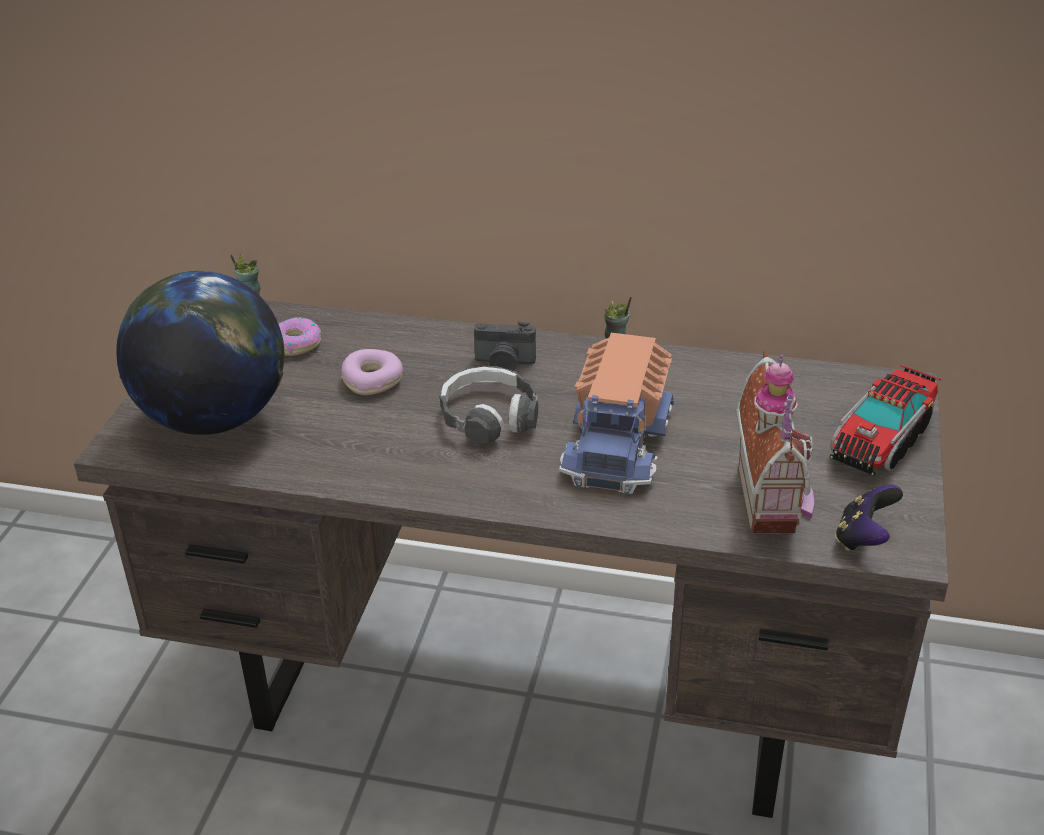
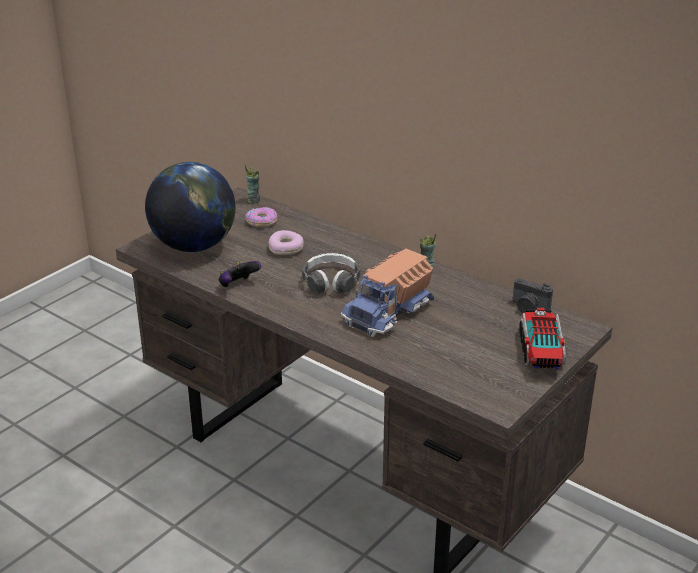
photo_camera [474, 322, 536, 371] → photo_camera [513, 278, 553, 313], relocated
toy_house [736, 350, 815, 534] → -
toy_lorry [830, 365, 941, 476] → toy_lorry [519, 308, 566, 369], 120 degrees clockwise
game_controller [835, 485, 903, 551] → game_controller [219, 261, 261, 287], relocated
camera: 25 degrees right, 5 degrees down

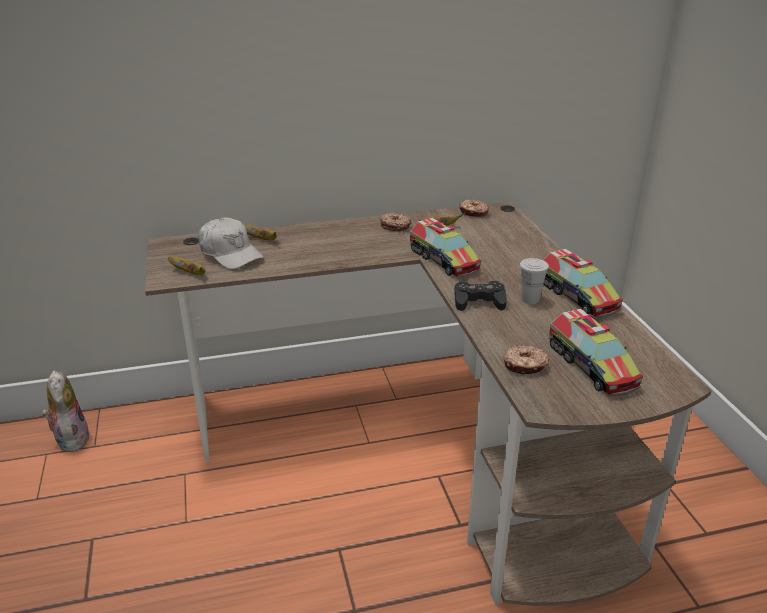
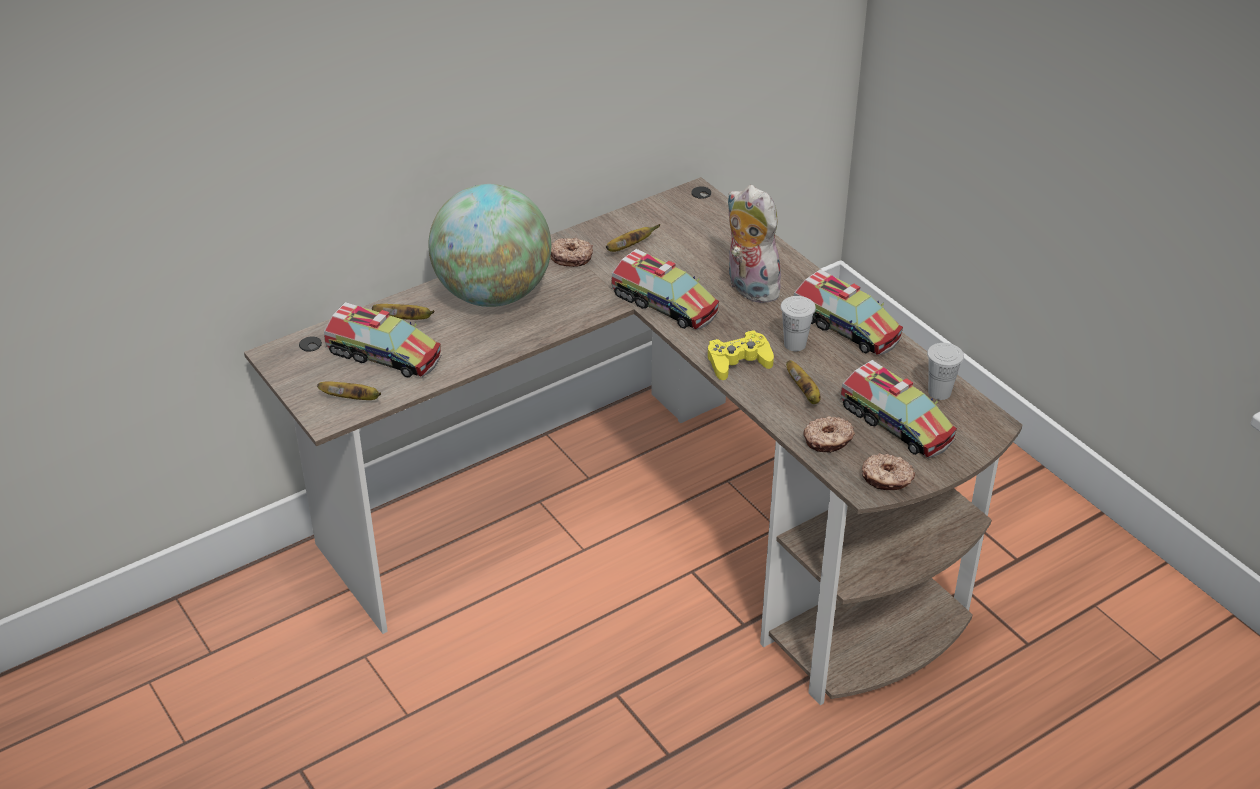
cuddly_toy [42, 370, 90, 452] → cuddly_toy [727, 185, 782, 303], relocated
whitish_baseball_cap [198, 218, 264, 269] → toy_lorry [324, 302, 442, 378]
black_game_controller [454, 281, 507, 311] → yellow-coloured_game_controller [708, 330, 774, 380]
donut [459, 200, 489, 217] → donut [862, 453, 915, 490], relocated
- → world_globe [428, 184, 551, 307]
- → banana_fruit [786, 360, 821, 404]
- → whitish_cup [927, 343, 964, 400]
camera: 20 degrees left, 10 degrees up

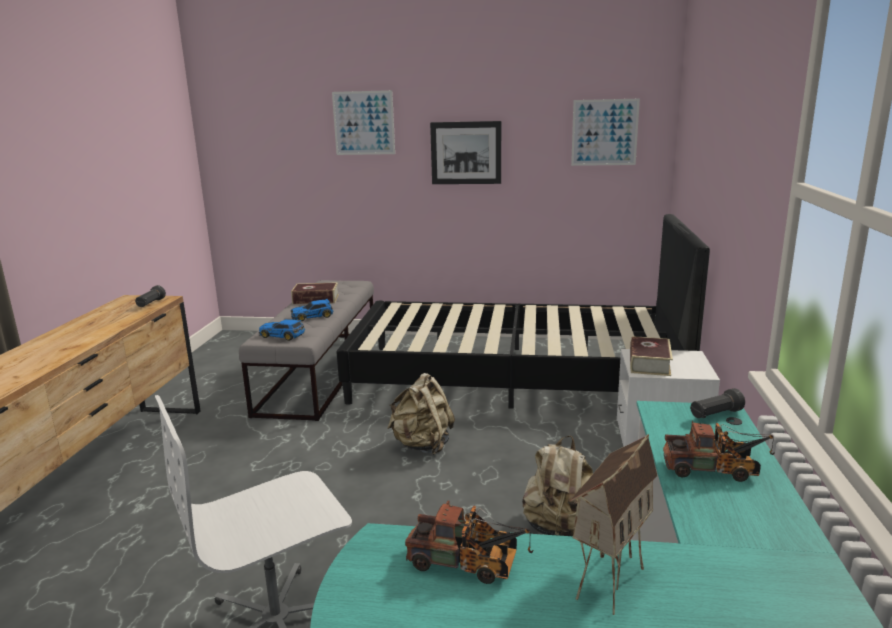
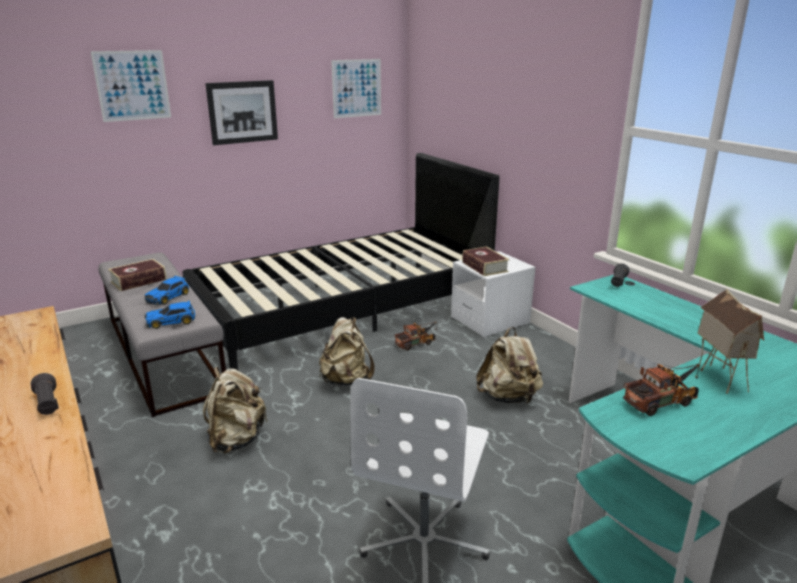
black_flashlight [135, 285, 166, 307] → black_flashlight [31, 373, 59, 415], relocated
toy_lorry [663, 421, 775, 482] → toy_lorry [394, 322, 437, 351], relocated
- → beige-coloured_backpack [203, 367, 268, 454]
camera: 40 degrees left, 5 degrees up

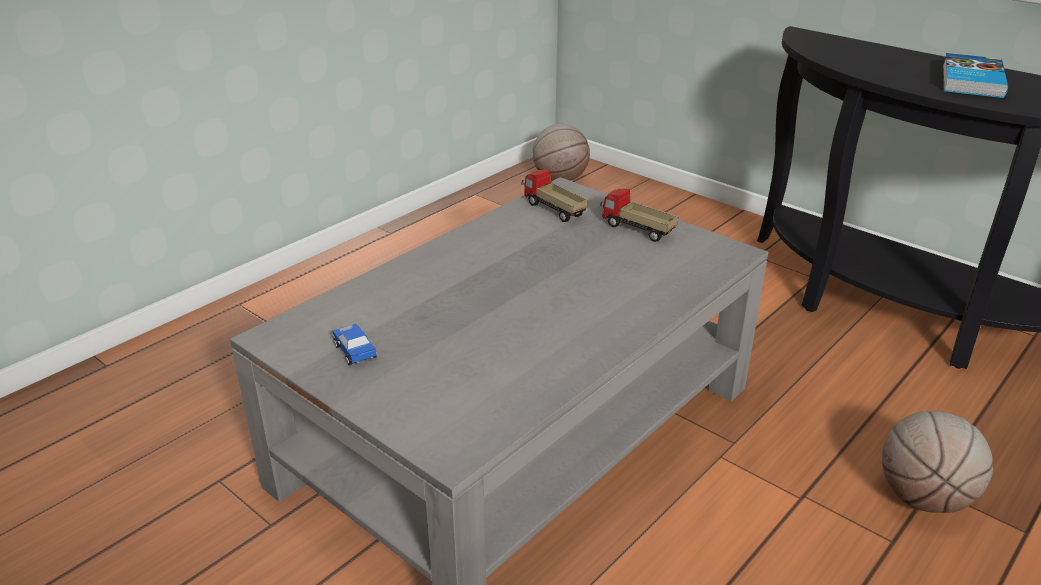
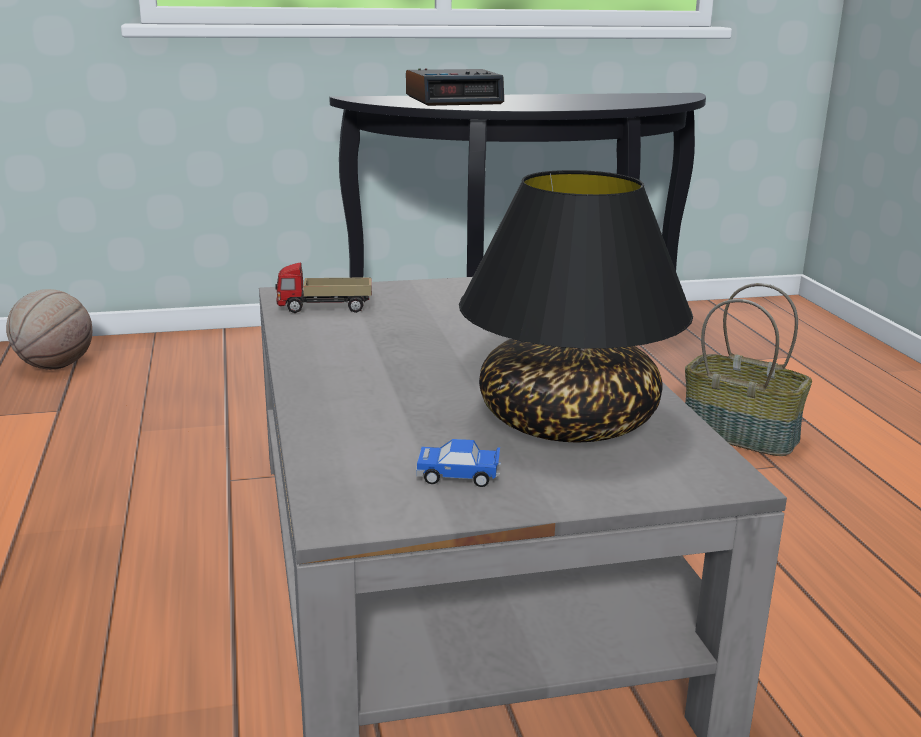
toy_lorry [600, 189, 678, 242] → -
basketball [882, 411, 993, 513] → basket [685, 283, 812, 456]
volume [943, 53, 1008, 98] → -
- → bedside_clock [406, 68, 504, 106]
- → black_tabletop_lamp [459, 170, 693, 443]
camera: 55 degrees left, 10 degrees down

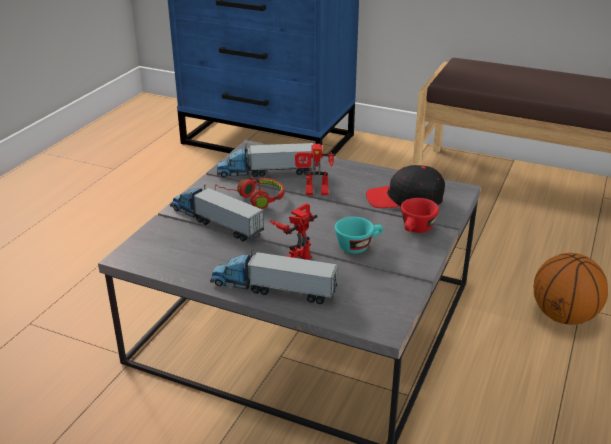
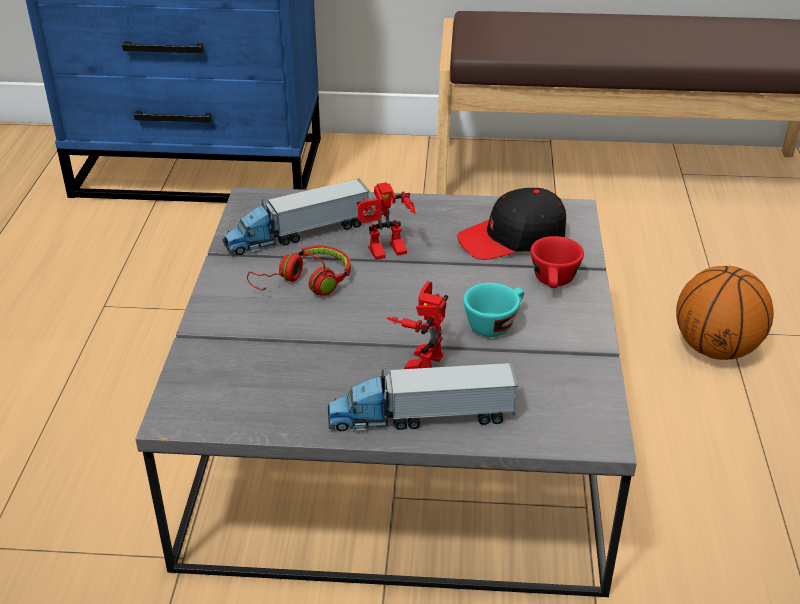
toy_lorry [170, 184, 264, 241] → -
camera: 20 degrees left, 5 degrees up

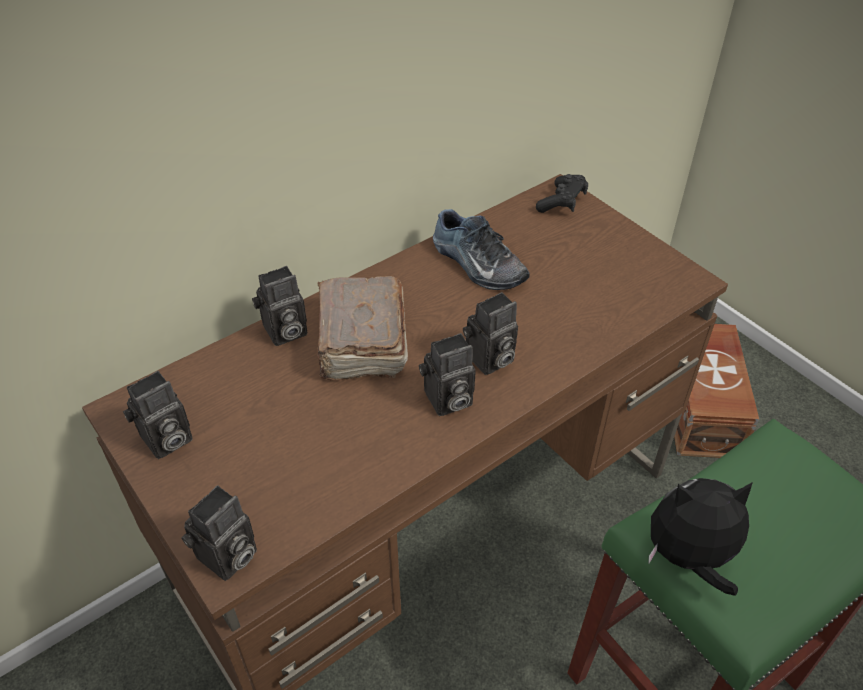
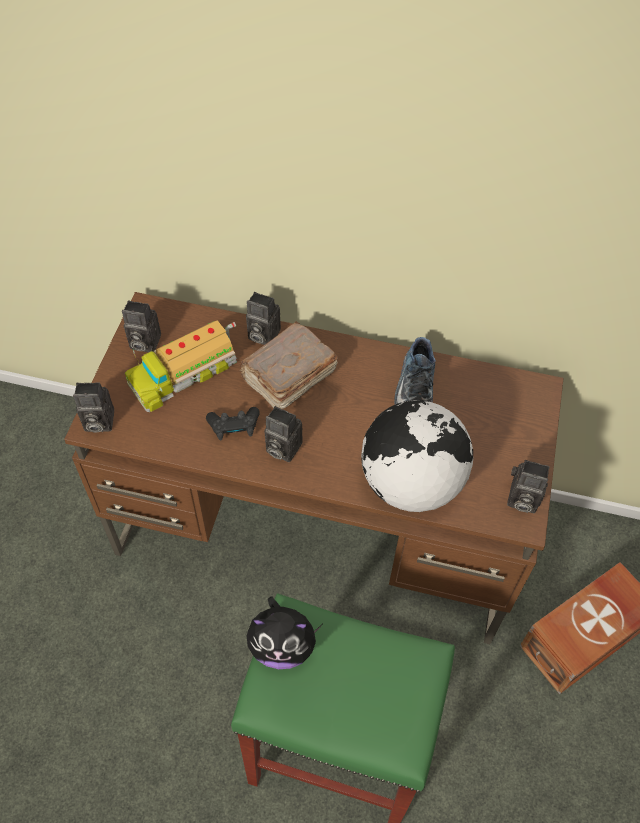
photo_camera [463, 292, 518, 375] → photo_camera [507, 460, 549, 513], relocated
black_game_controller [536, 174, 588, 213] → black_game_controller [206, 407, 260, 440], relocated
cuddly_toy [648, 478, 753, 596] → cuddly_toy [247, 596, 322, 669], 135 degrees clockwise
- → toy_lorry [125, 320, 237, 412]
- → world_globe [361, 400, 473, 512]
camera: 50 degrees right, 10 degrees up

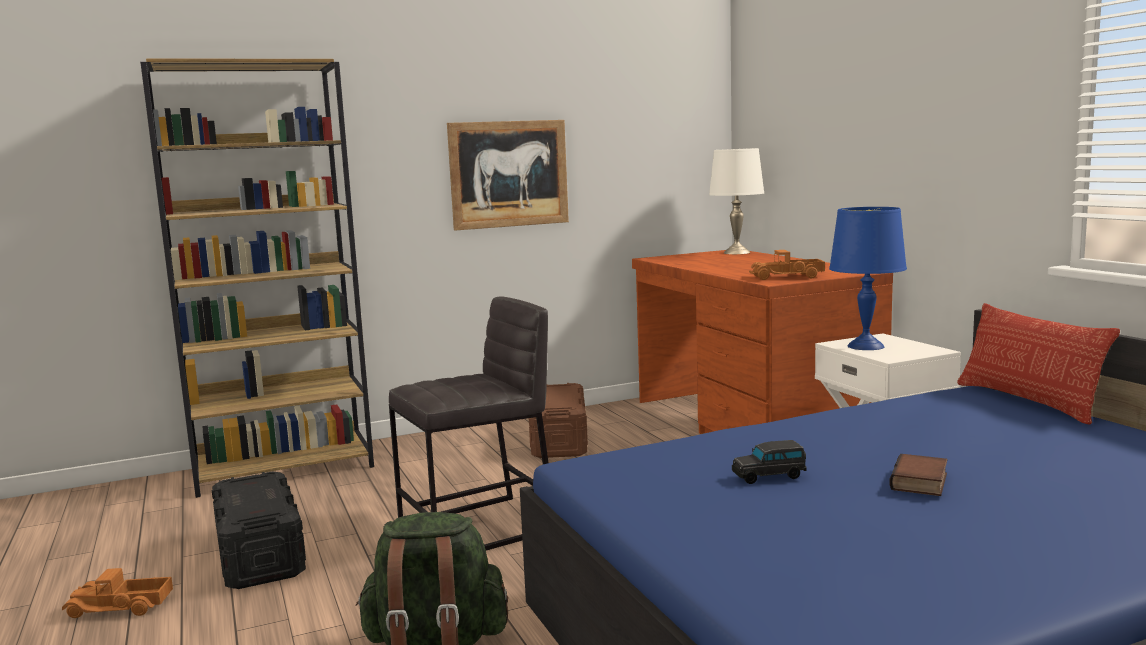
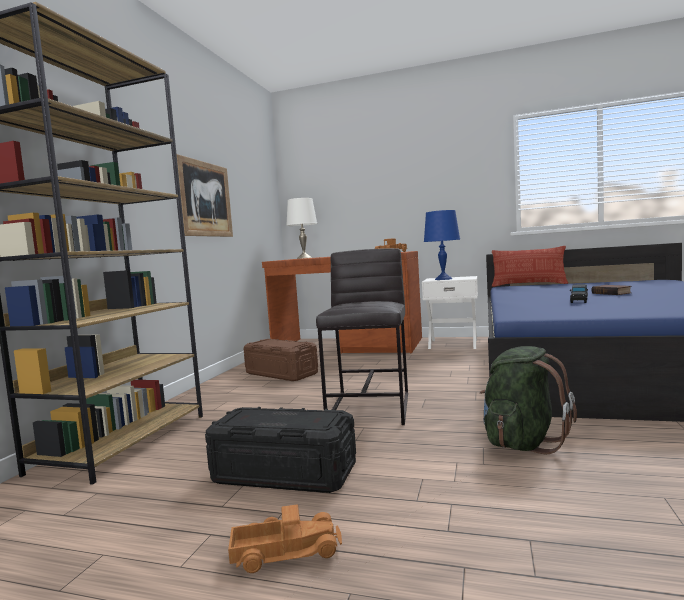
toy_lorry [62, 568, 173, 618] → toy_lorry [228, 504, 342, 573], 135 degrees counterclockwise
camera: 50 degrees left, 5 degrees down

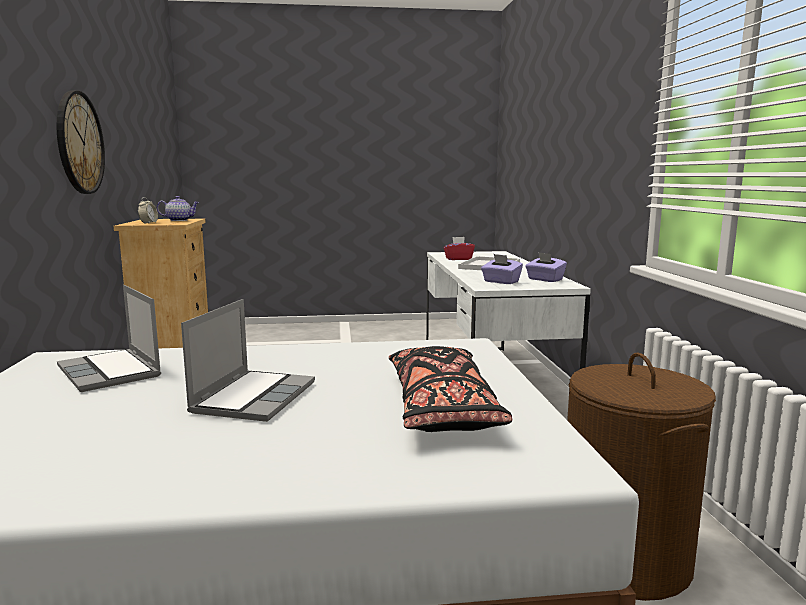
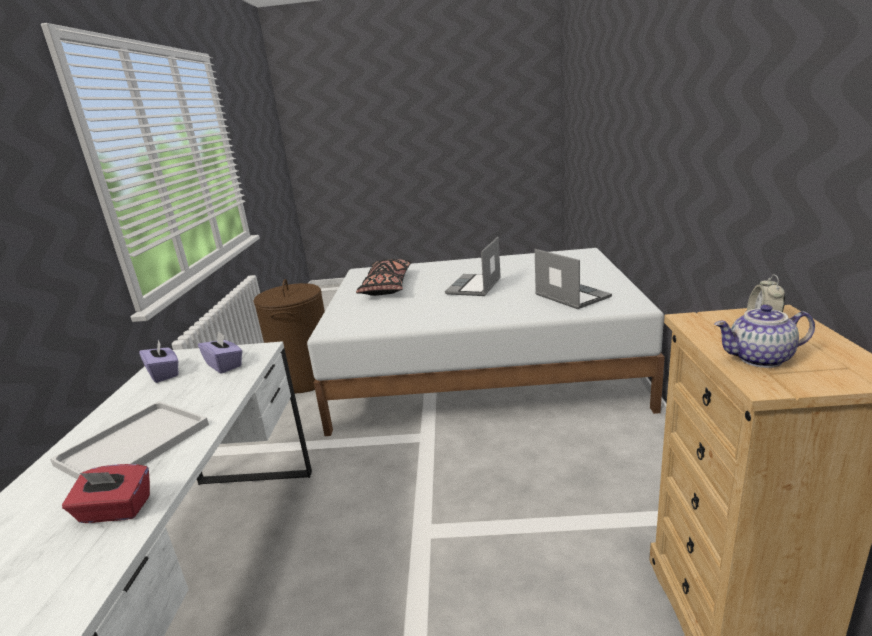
wall_clock [57, 90, 105, 194] → -
camera: 170 degrees left, 10 degrees up

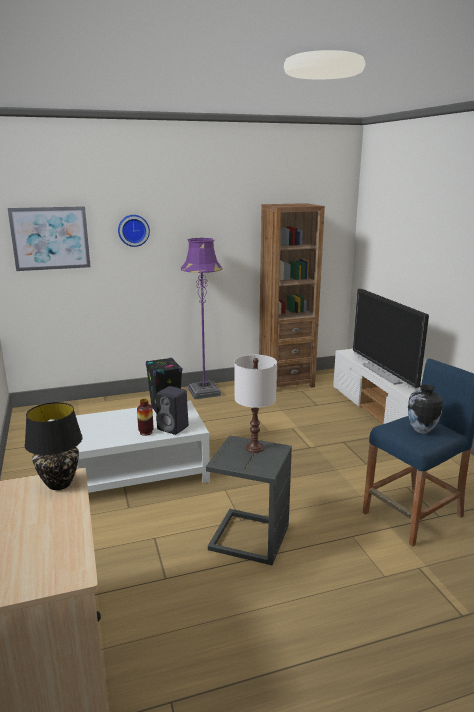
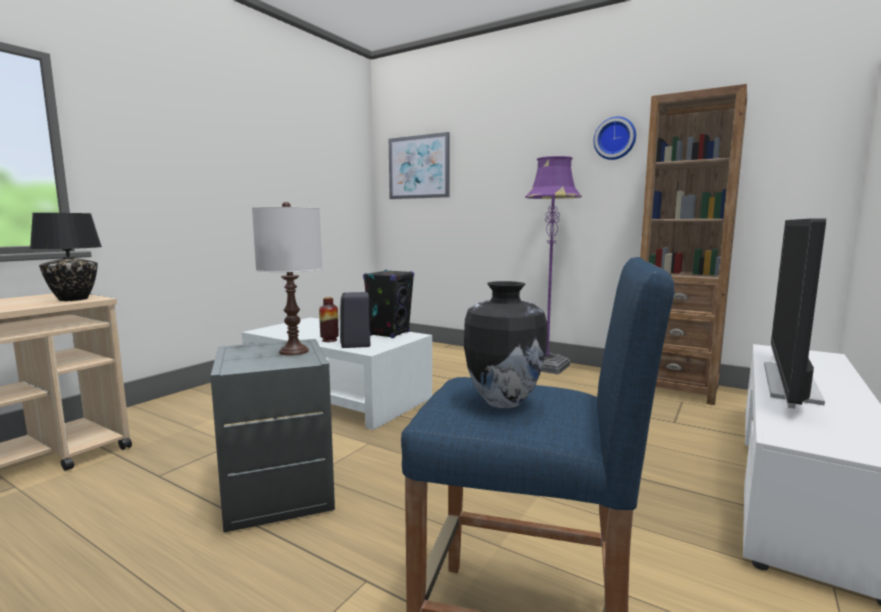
wall_clock [118, 215, 150, 247] → wall_clock [593, 117, 636, 160], relocated
camera: 50 degrees right, 10 degrees down

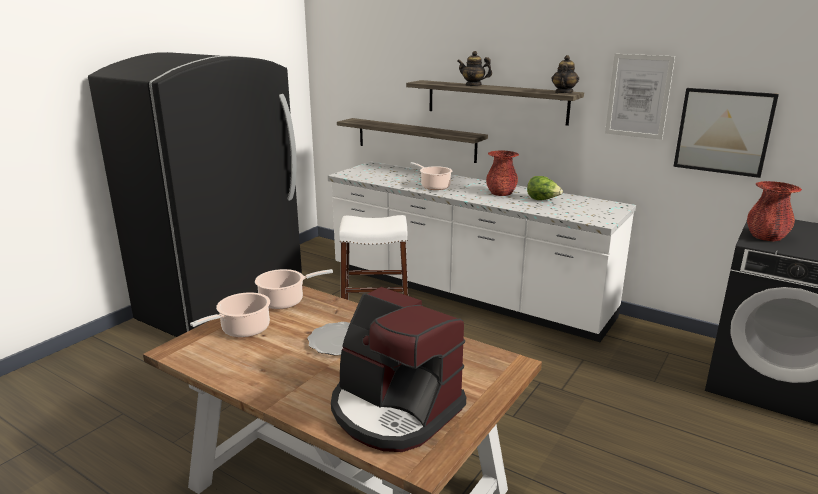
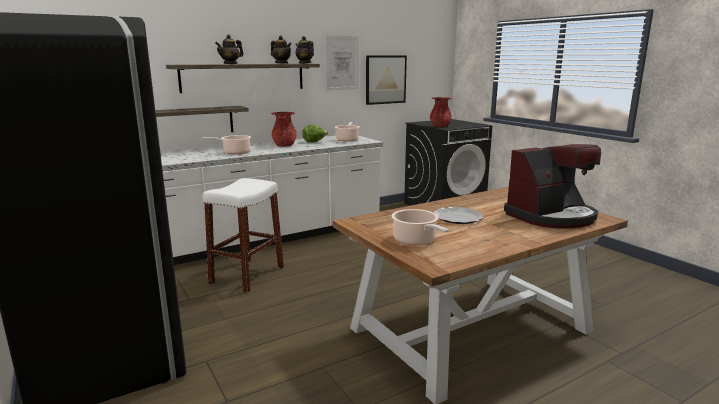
stockpot [255, 269, 333, 309] → stockpot [335, 122, 359, 141], relocated
- → tea_pot [271, 36, 291, 64]
camera: 65 degrees left, 5 degrees down

